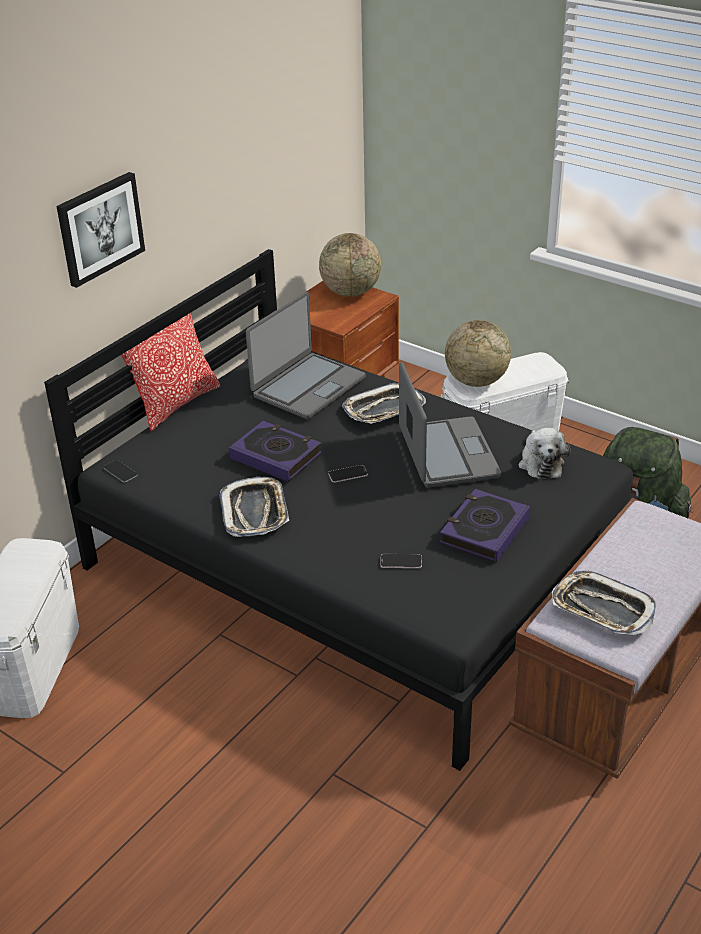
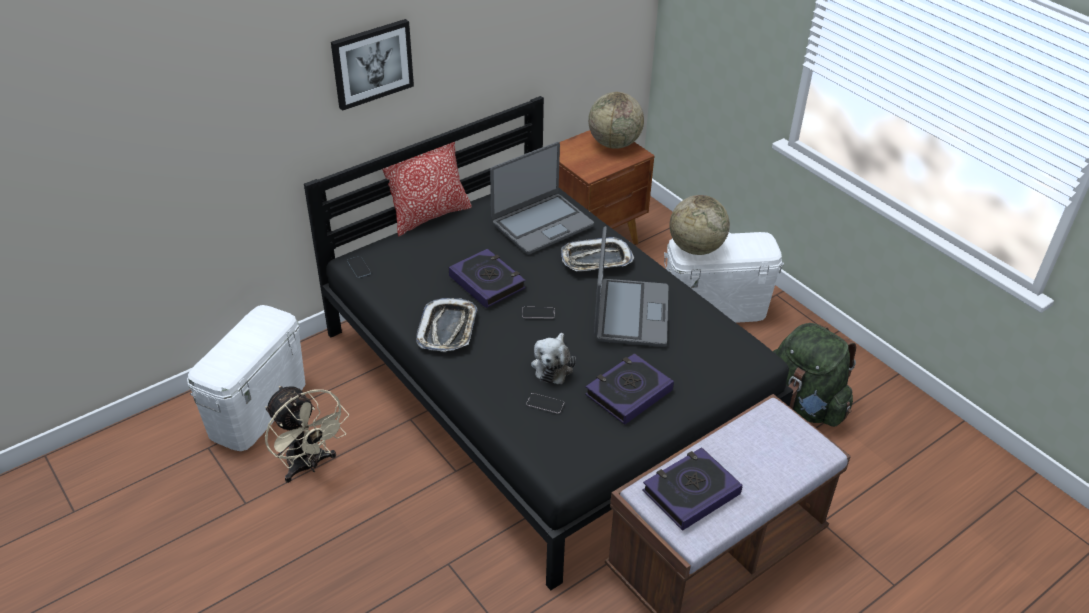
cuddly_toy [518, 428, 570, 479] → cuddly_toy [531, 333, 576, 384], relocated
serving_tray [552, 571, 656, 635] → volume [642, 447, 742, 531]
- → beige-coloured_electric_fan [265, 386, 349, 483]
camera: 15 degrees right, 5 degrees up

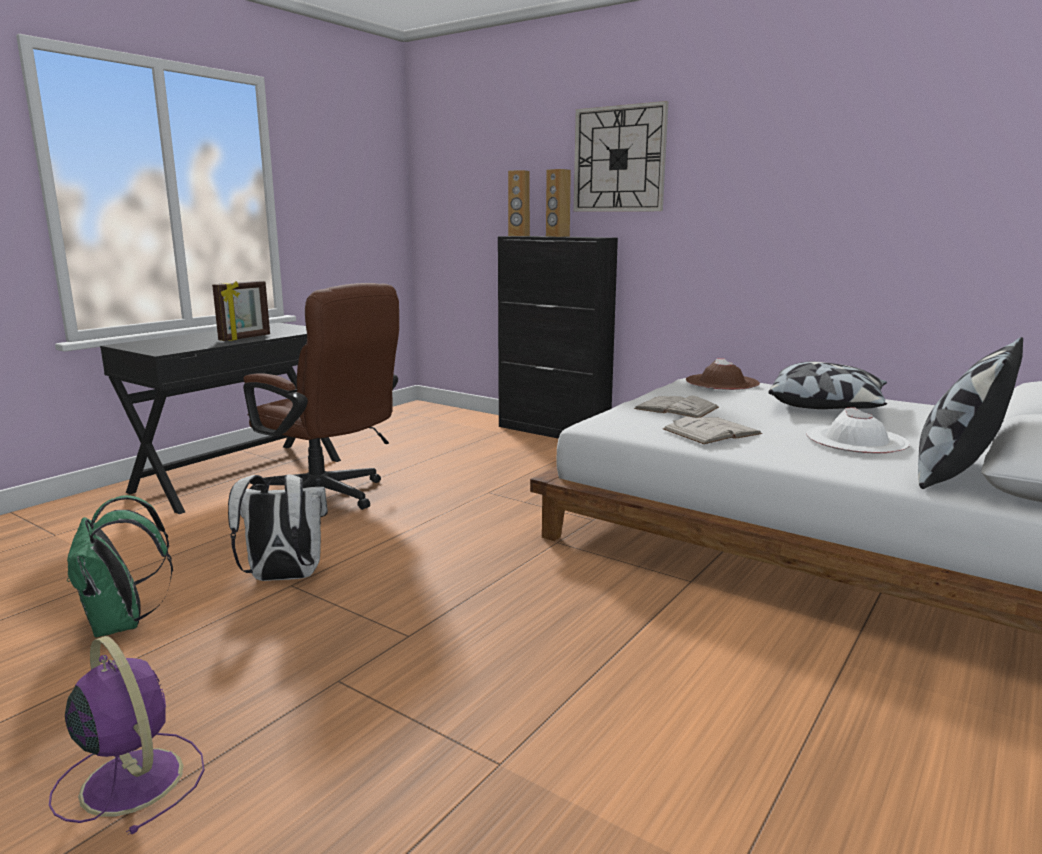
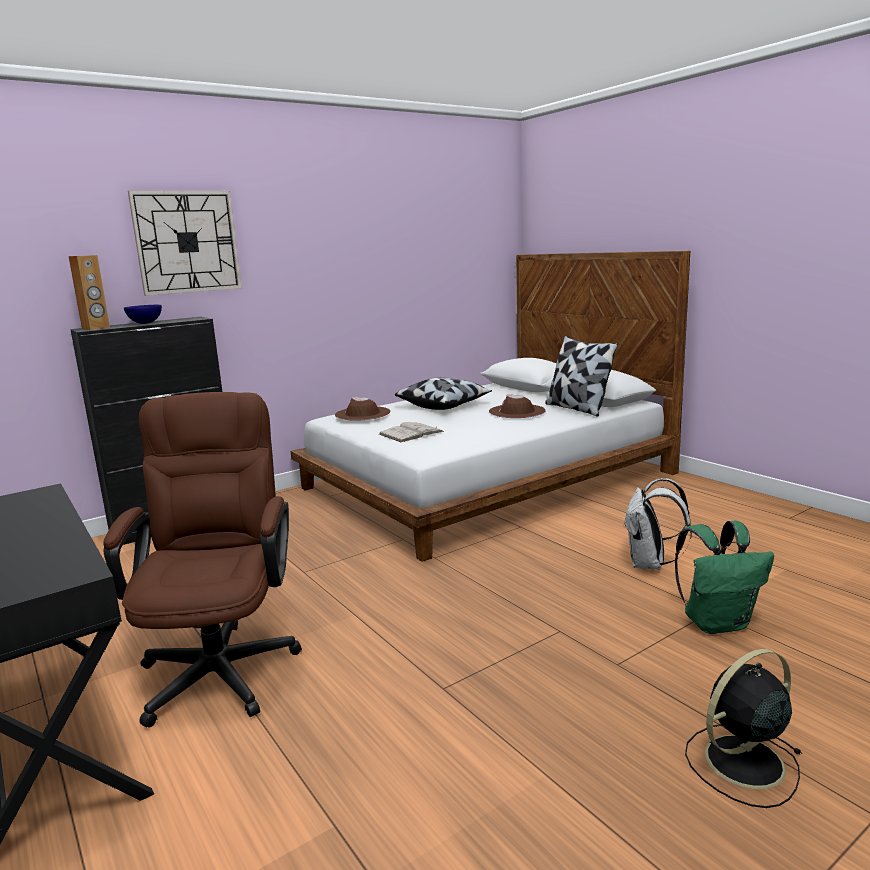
purple-coloured_electric_fan [49, 636, 204, 834] → black_electric_fan [685, 649, 802, 808]
green_backpack [67, 495, 173, 637] → green_backpack [675, 521, 774, 634], relocated
picture_frame [212, 281, 270, 341] → -
whitish_backpack [228, 474, 328, 581] → whitish_backpack [623, 478, 692, 570], relocated
brown_office_chair [243, 283, 399, 510] → brown_office_chair [103, 392, 302, 728], 60 degrees counterclockwise
brown_audio_speaker [546, 169, 571, 237] → bluish_deep_dish [124, 305, 162, 324]
whitish_volume [663, 417, 762, 444] → -
whitish_wearable_hat [806, 408, 910, 453] → brown_wearable_hat [489, 394, 546, 418]
camera: 70 degrees left, 0 degrees up

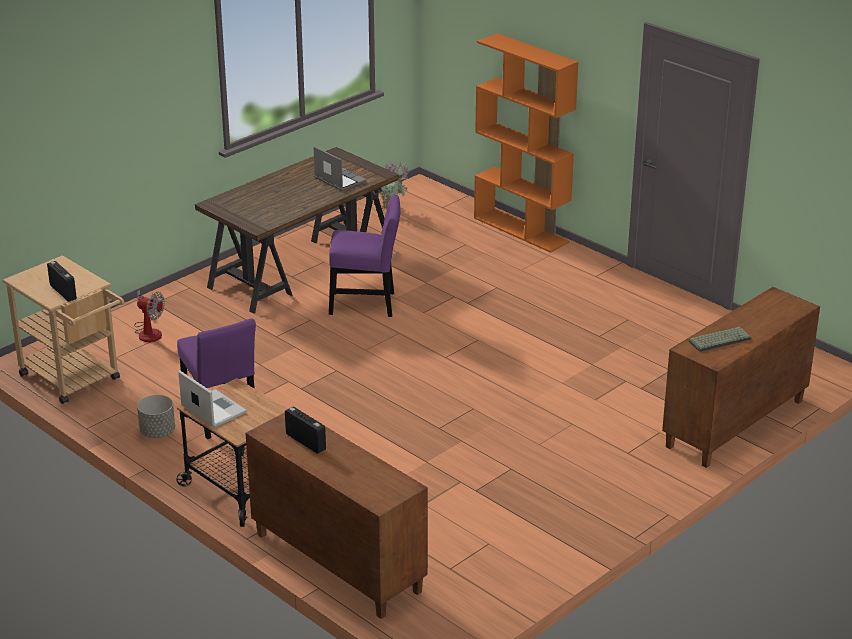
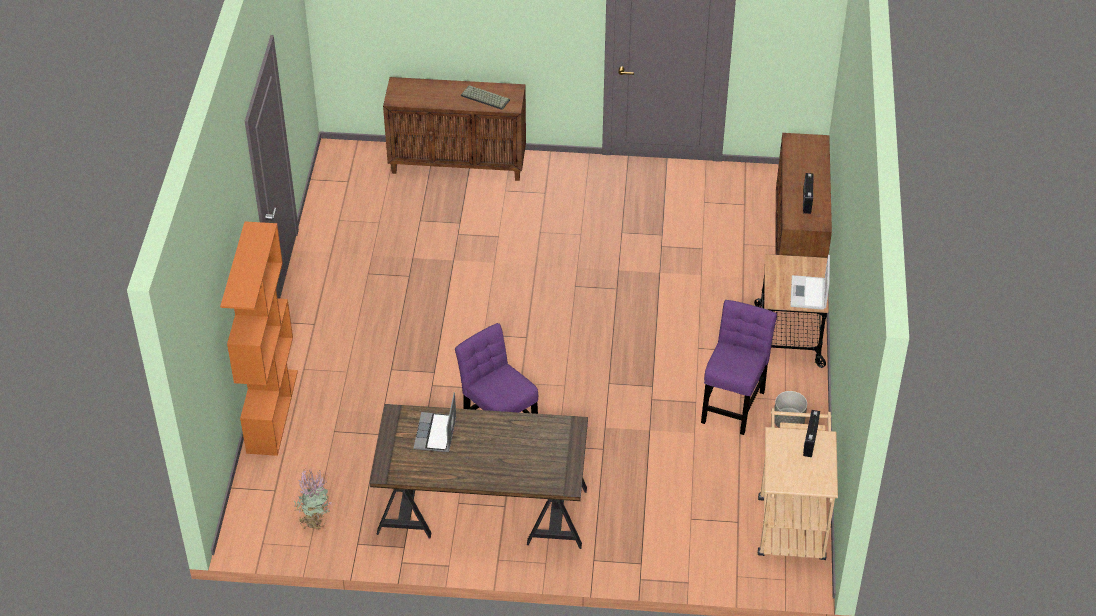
electric_fan [134, 290, 165, 342] → -
camera: 130 degrees left, 15 degrees up

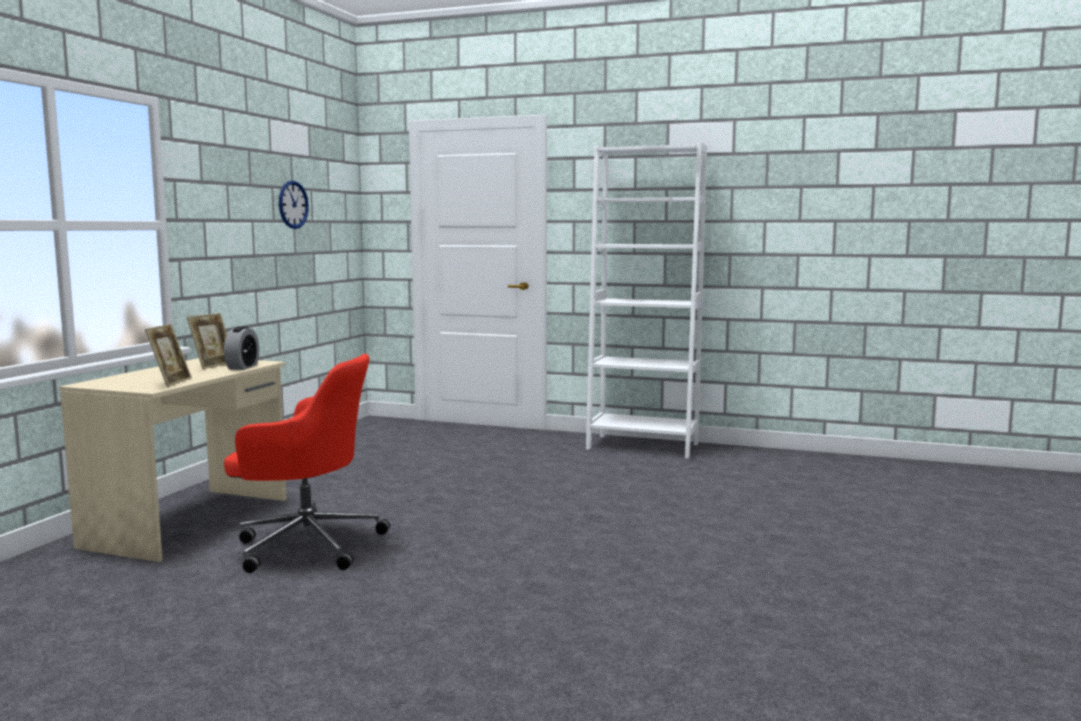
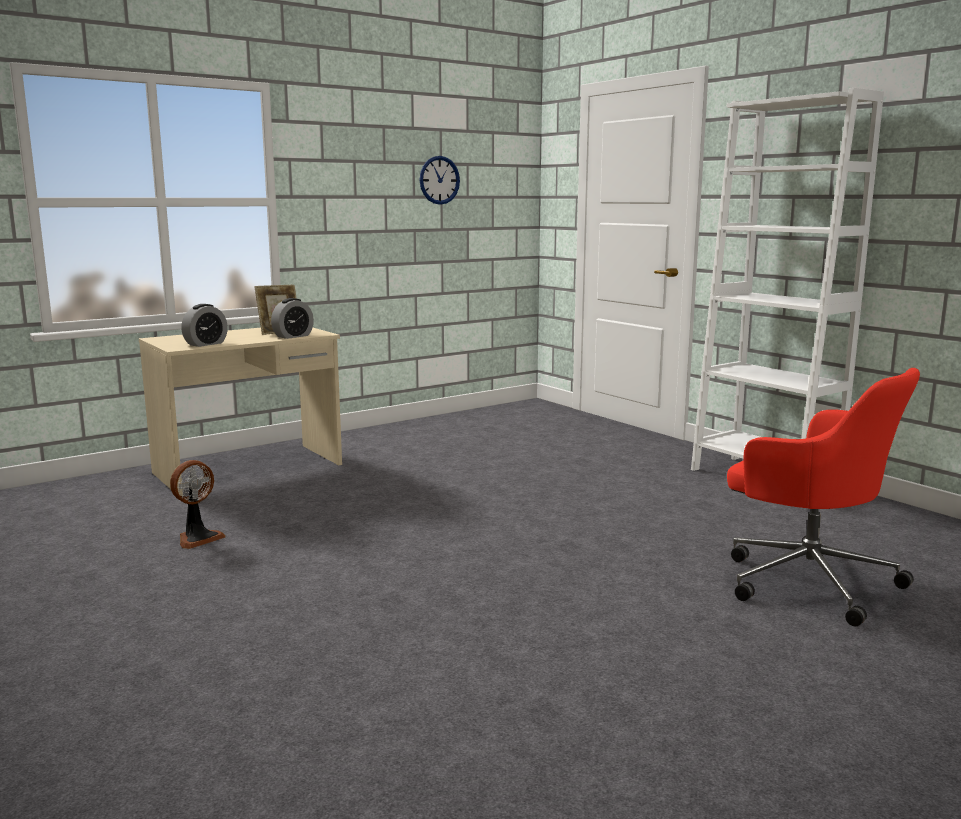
picture_frame [145, 324, 192, 387] → bedside_clock [181, 304, 228, 347]
red-coloured_office_chair [224, 354, 390, 573] → red-coloured_office_chair [727, 368, 920, 627], relocated
- → electric_fan [170, 460, 226, 549]
camera: 35 degrees right, 5 degrees up

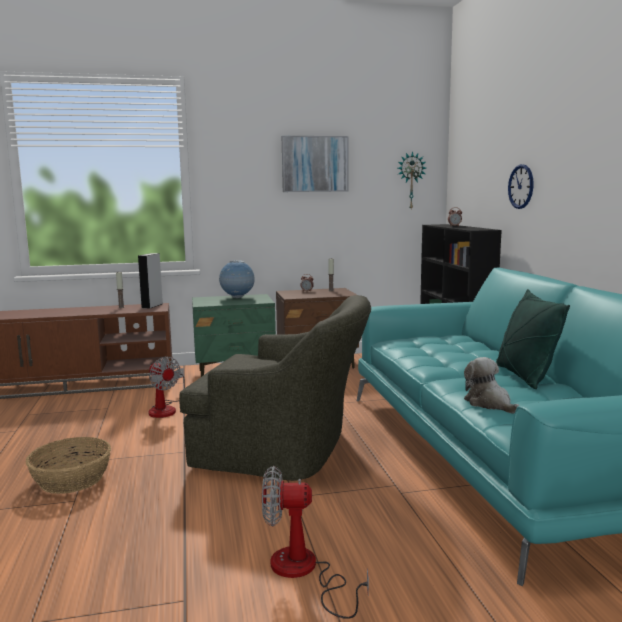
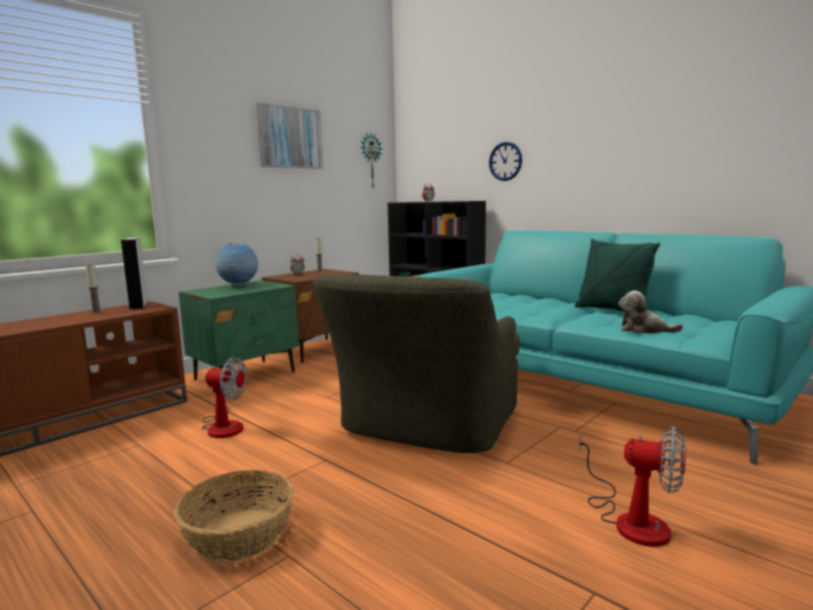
green_lounge_chair [179, 295, 371, 481] → green_lounge_chair [313, 273, 520, 453], 135 degrees clockwise
electric_fan [262, 466, 369, 619] → electric_fan [579, 426, 686, 547], 120 degrees counterclockwise
camera: 35 degrees left, 0 degrees up

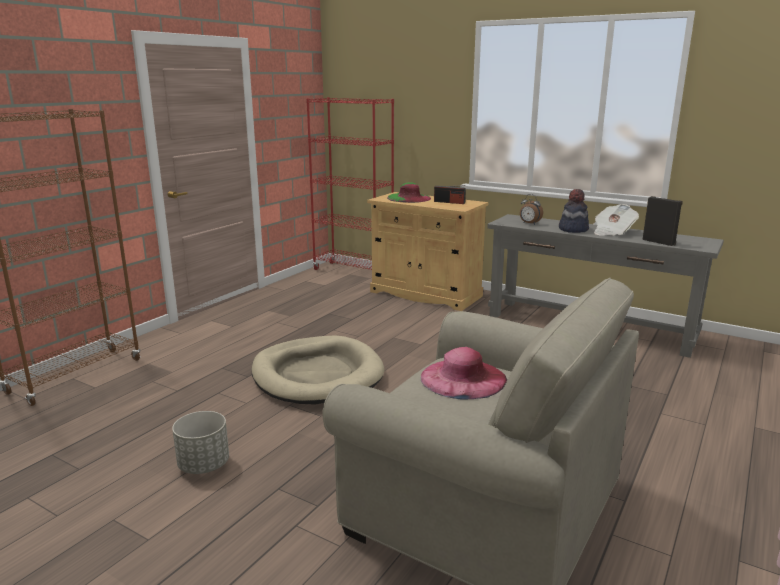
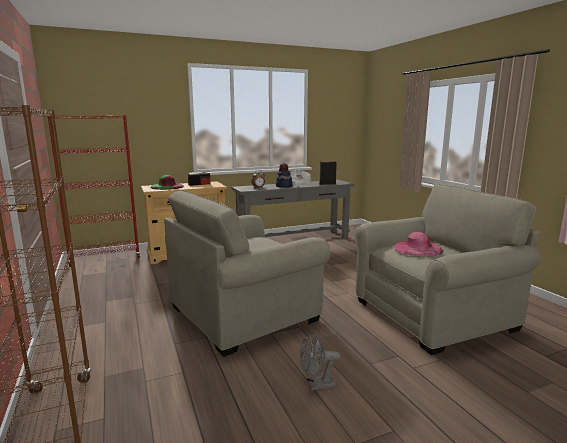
grey_plant_pot [172, 411, 229, 474] → grey_electric_fan [300, 332, 341, 390]
beige-coloured_dog_bed [251, 335, 385, 405] → beige-coloured_lounge_chair [164, 190, 330, 357]
camera: 55 degrees left, 5 degrees down

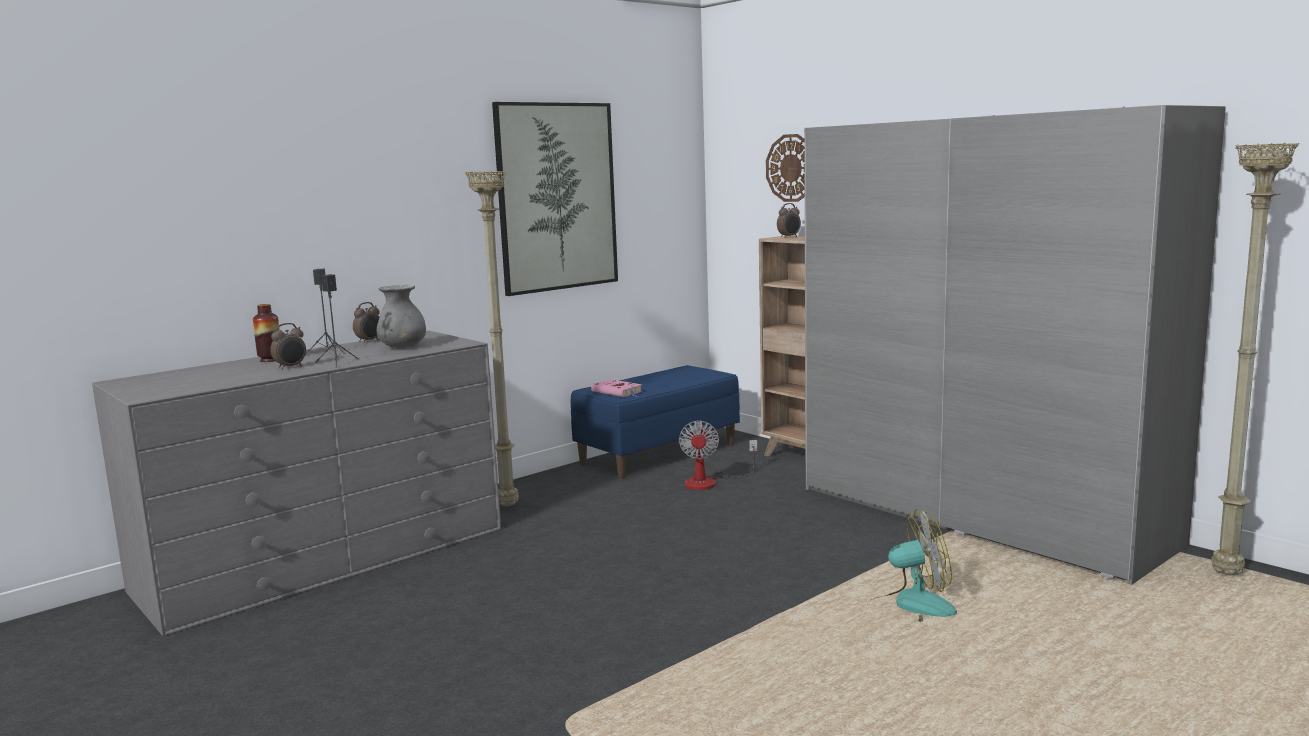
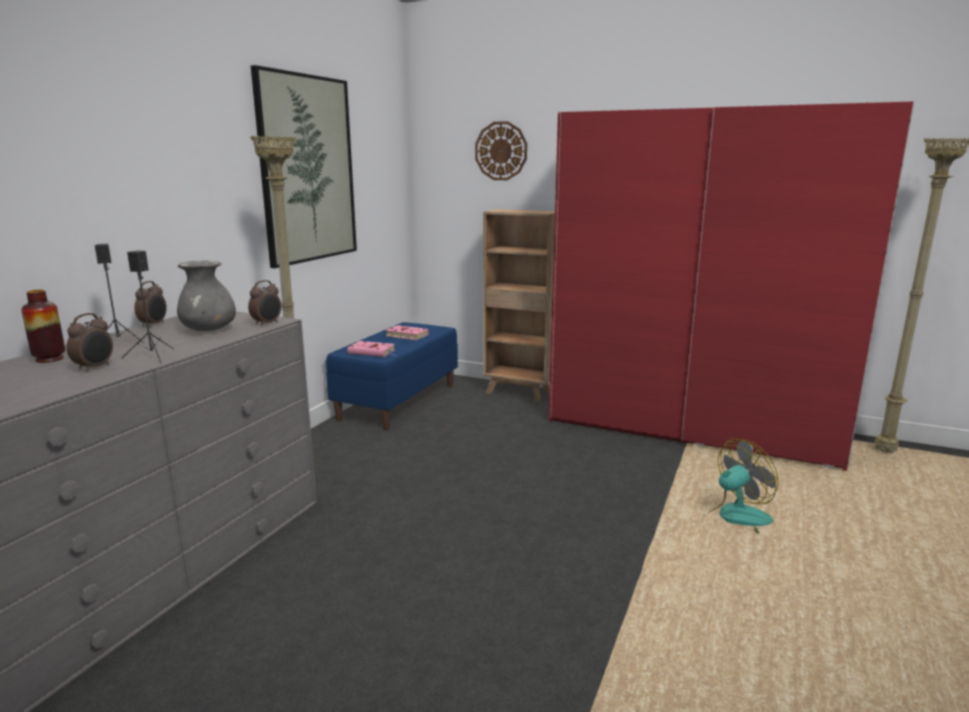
electric_fan [679, 421, 757, 490] → -
bedside_clock [777, 203, 801, 237] → bedside_clock [248, 280, 281, 326], relocated
grey_clothes_cupboard [804, 105, 1226, 585] → red-coloured_clothes_cupboard [548, 101, 915, 471]
- → pinkish_volume [385, 325, 429, 340]
camera: 25 degrees left, 5 degrees up

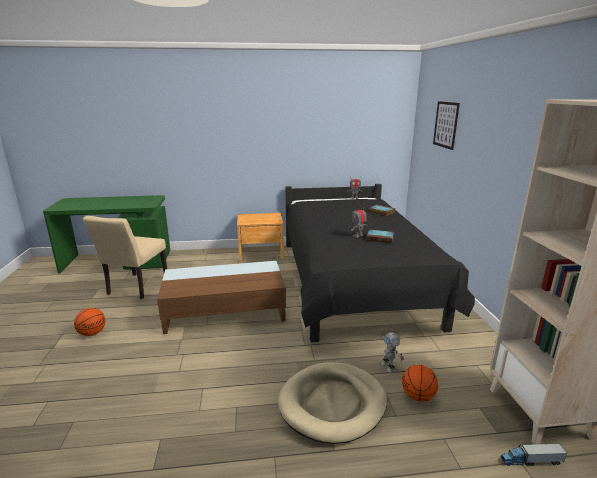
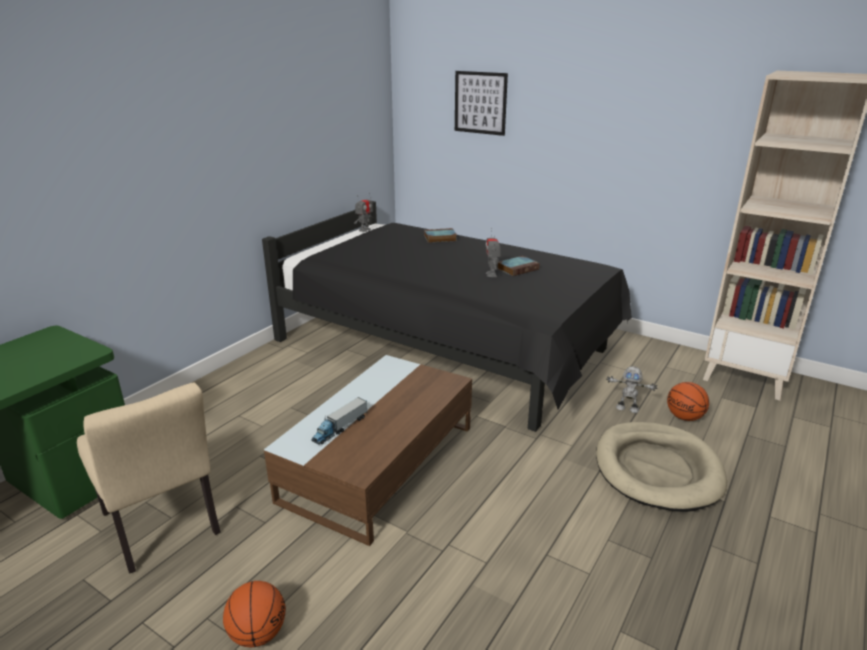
brown_bedside_table [237, 213, 284, 261] → -
toy_lorry [500, 444, 567, 466] → toy_lorry [311, 397, 367, 445], relocated
camera: 50 degrees left, 5 degrees up

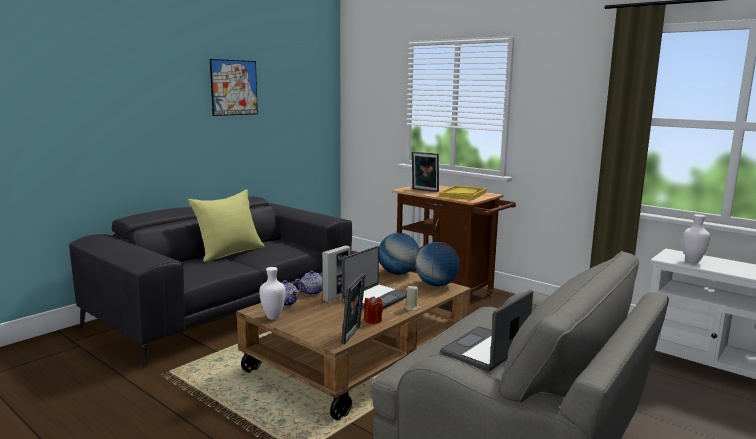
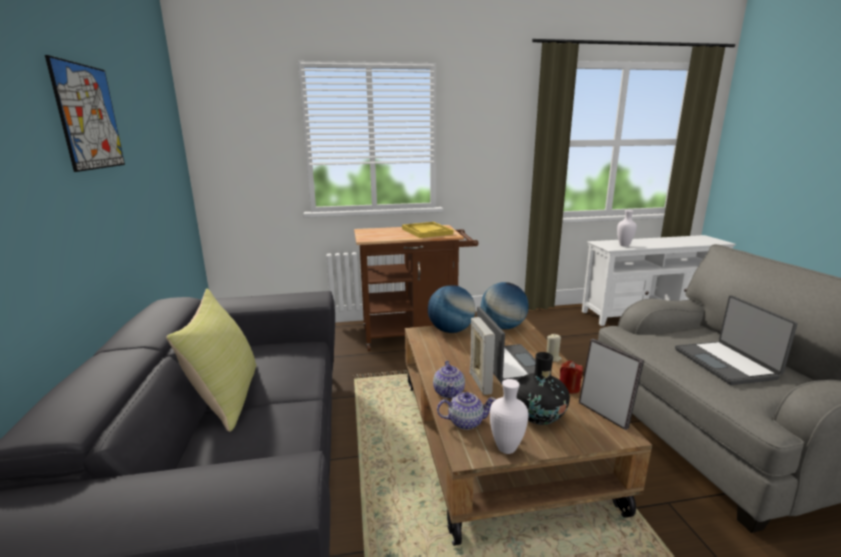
picture_frame [412, 152, 439, 192] → -
- → black_vase [517, 352, 570, 425]
camera: 50 degrees left, 5 degrees up

